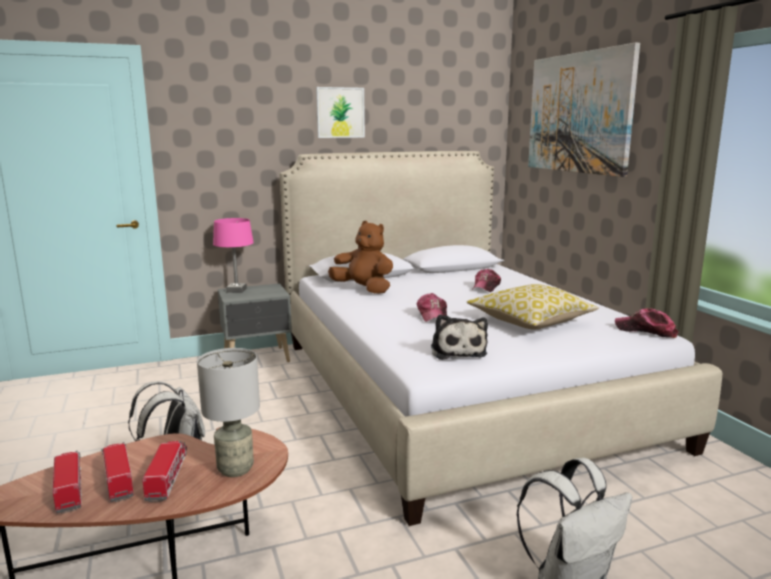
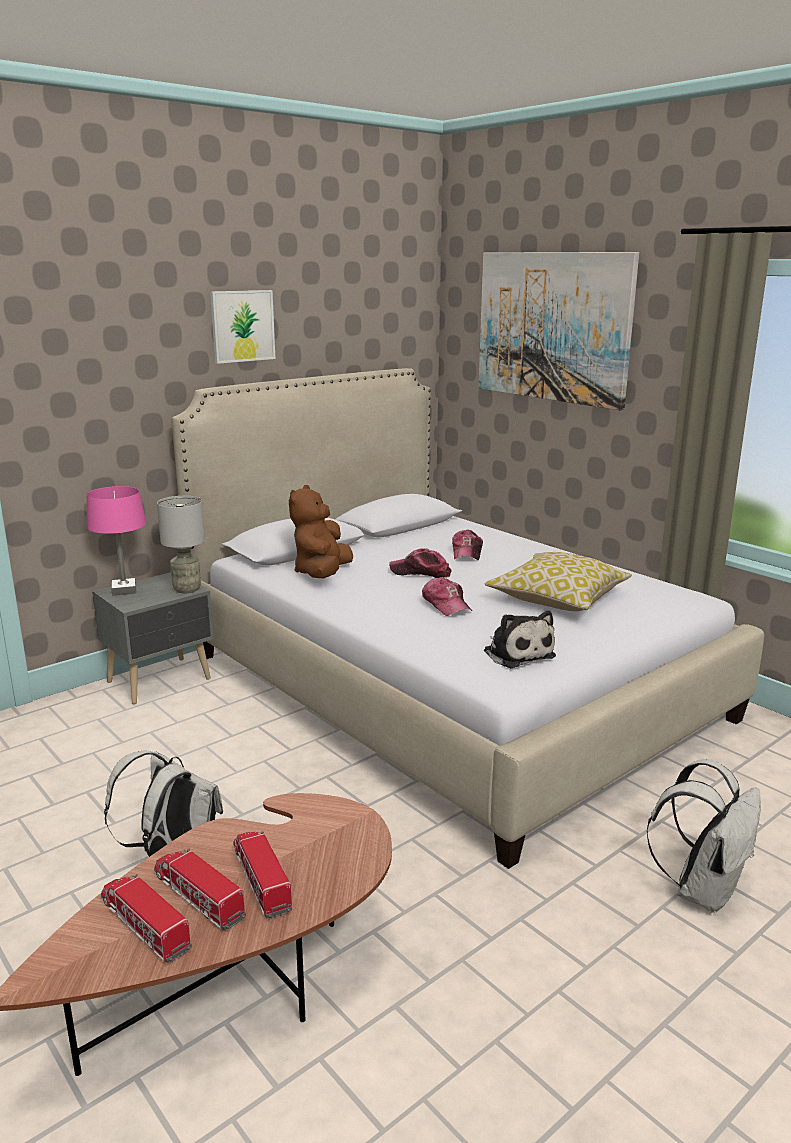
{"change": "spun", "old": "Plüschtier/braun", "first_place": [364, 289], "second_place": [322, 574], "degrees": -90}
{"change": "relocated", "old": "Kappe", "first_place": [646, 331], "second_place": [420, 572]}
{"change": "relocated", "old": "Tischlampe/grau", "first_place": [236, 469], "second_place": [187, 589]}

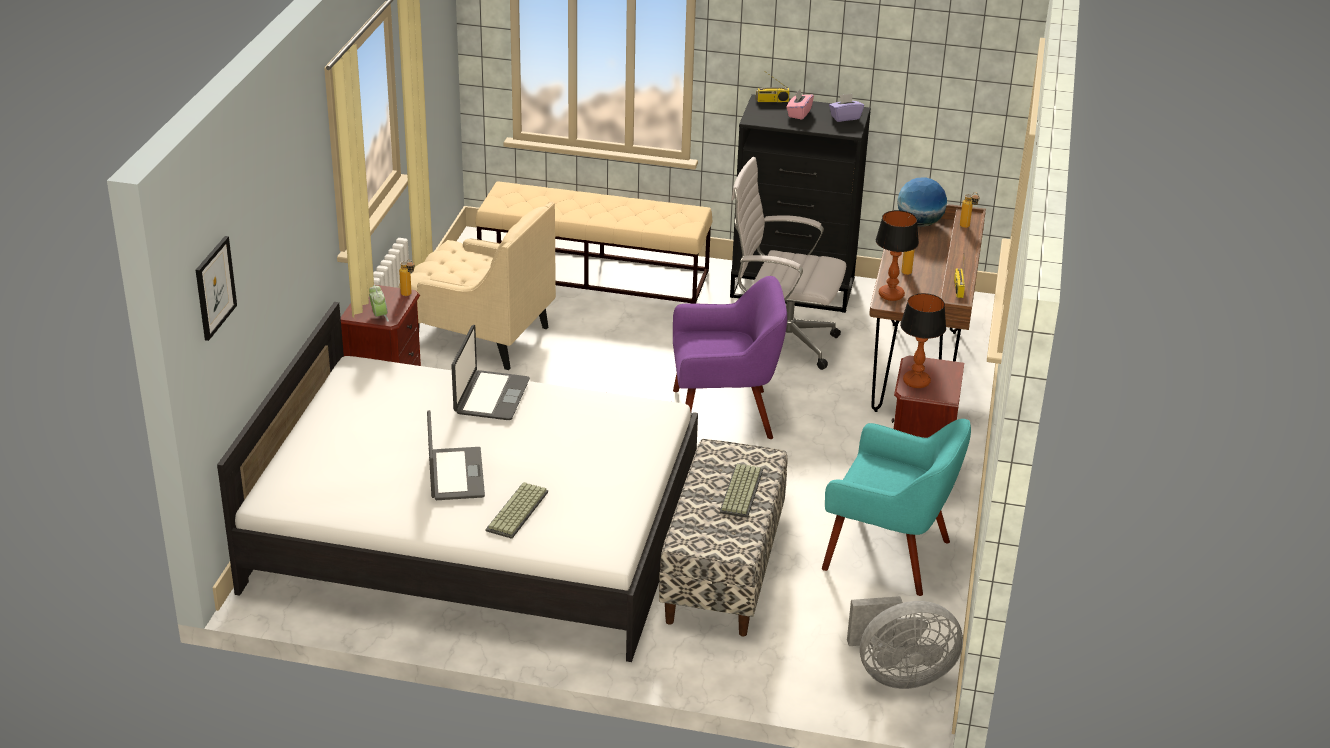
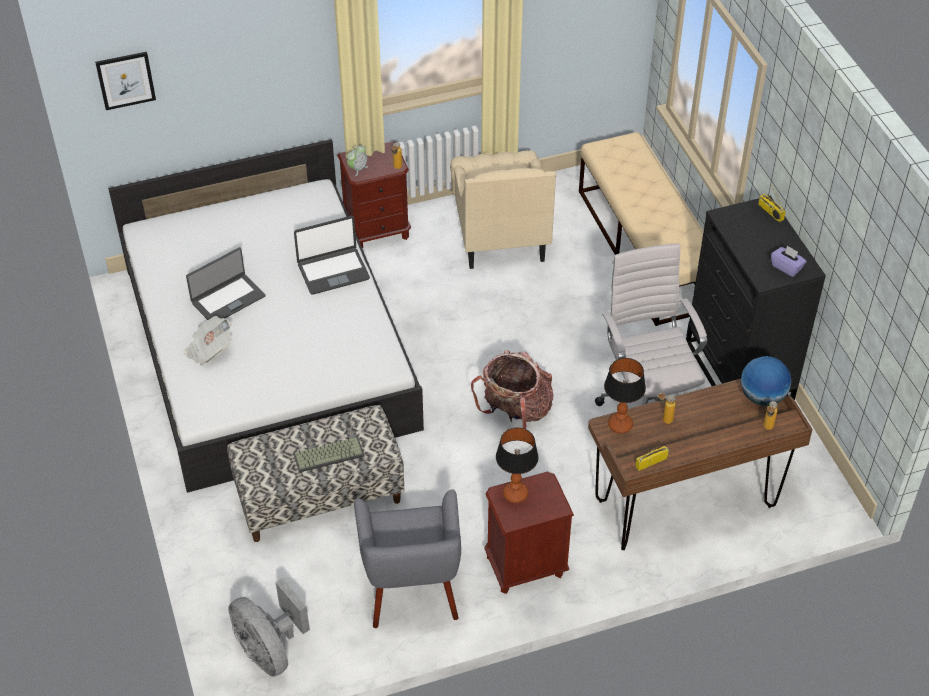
{"change": "missing", "old": "Taschentuchbox/rosa", "first_place": [799, 113]}
{"change": "exchanged", "old": "Sessel/lila", "new": "Rucksack", "first_place": [724, 414], "second_place": [515, 412]}
{"change": "colour", "old": "Sessel/türkis", "new": "Sessel/grau", "first_place": [889, 554], "second_place": [411, 587]}
{"change": "exchanged", "old": "Tastatur", "new": "Zeitung", "first_place": [518, 512], "second_place": [209, 349]}

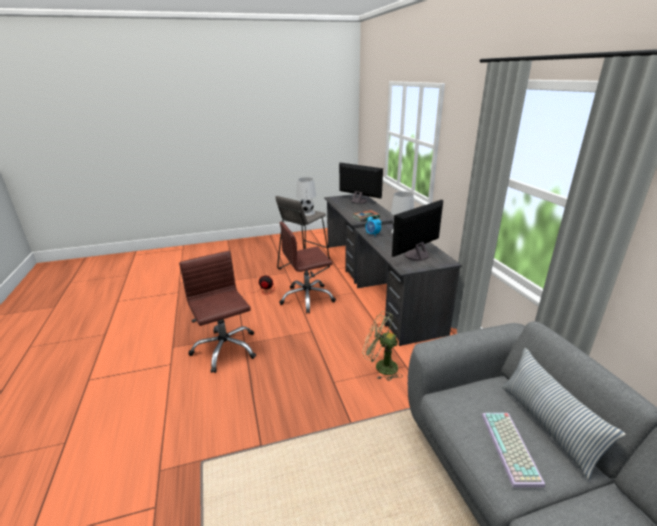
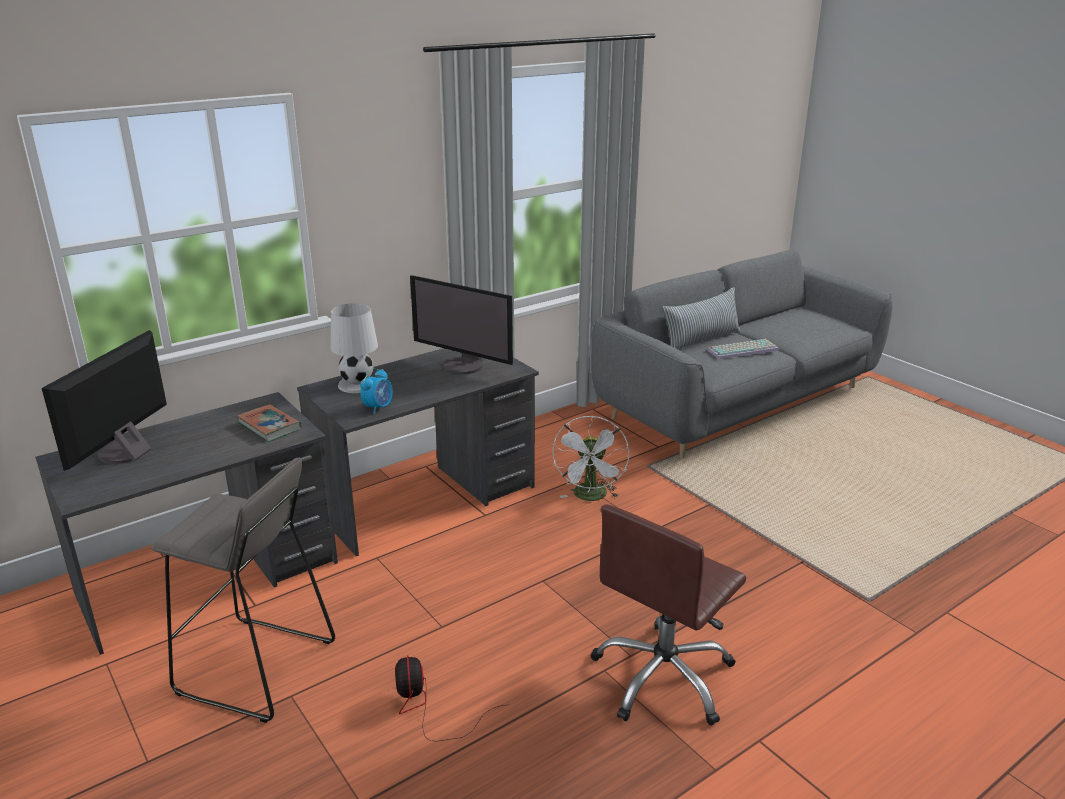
{"change": "missing", "old": "Tischlampe/weiß", "first_place": [307, 213]}
{"change": "missing", "old": "Bürostuhl/braun", "first_place": [307, 298]}
{"change": "colour", "old": "Ventilator/grün", "new": "Ventilator/weiß", "first_place": [381, 366], "second_place": [591, 497]}

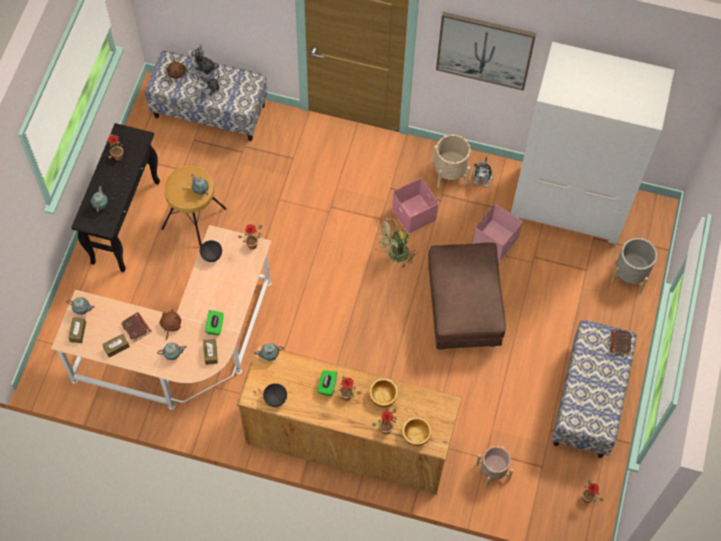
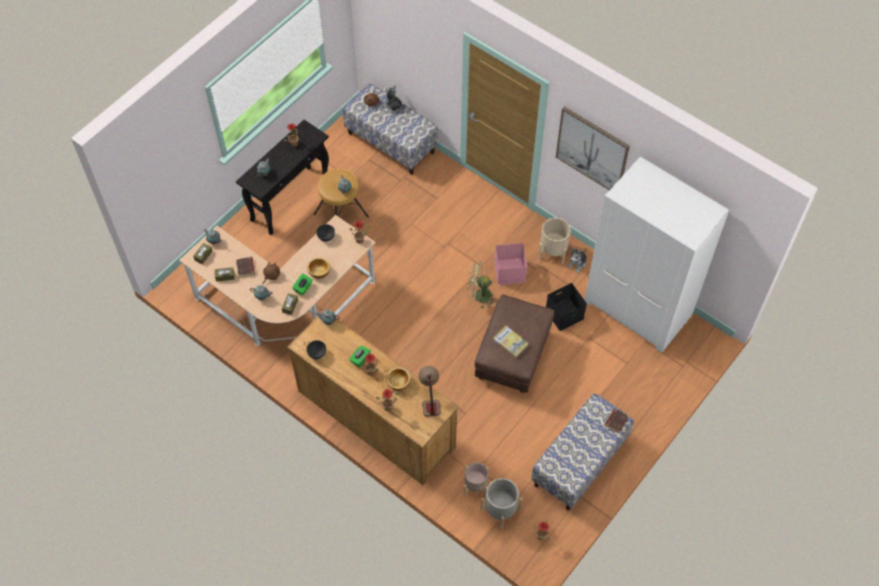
{"change": "missing", "old": "Plüschtier", "first_place": [209, 92]}
{"change": "colour", "old": "Aufbewahrungsbox/rosa", "new": "Aufbewahrungsbox/schwarz", "first_place": [495, 241], "second_place": [564, 315]}
{"change": "relocated", "old": "Pflanzkübel/grau", "first_place": [630, 274], "second_place": [500, 509]}
{"change": "relocated", "old": "Schüssel", "first_place": [415, 435], "second_place": [318, 272]}
{"change": "appeared", "new": "Buch", "second_place": [510, 342]}
{"change": "appeared", "new": "Tischlampe", "second_place": [430, 399]}

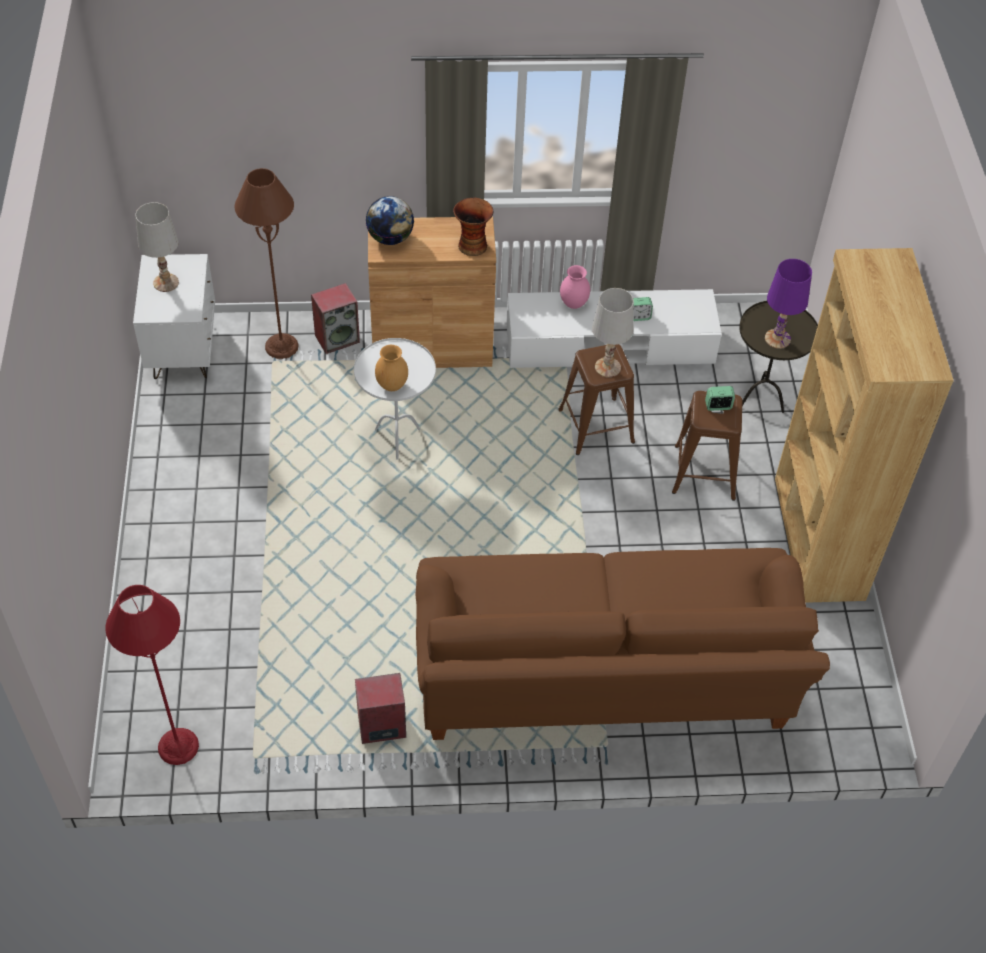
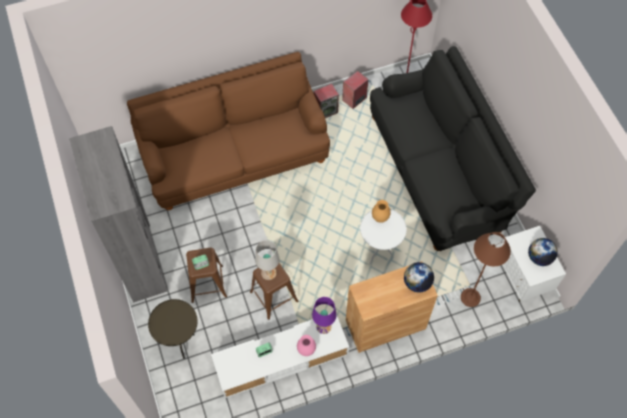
{"change": "missing", "old": "Vase", "first_place": [472, 245]}
{"change": "exchanged", "old": "Tischlampe/weiß", "new": "Globus", "first_place": [166, 283], "second_place": [539, 257]}
{"change": "colour", "old": "Bücherregal/braun", "new": "Bücherregal/grau", "first_place": [817, 538], "second_place": [141, 260]}
{"change": "relocated", "old": "Tischlampe/lila", "first_place": [778, 339], "second_place": [323, 326]}
{"change": "relocated", "old": "Lautsprecher", "first_place": [337, 338], "second_place": [354, 99]}
{"change": "appeared", "new": "Sofa/schwarz", "second_place": [439, 172]}

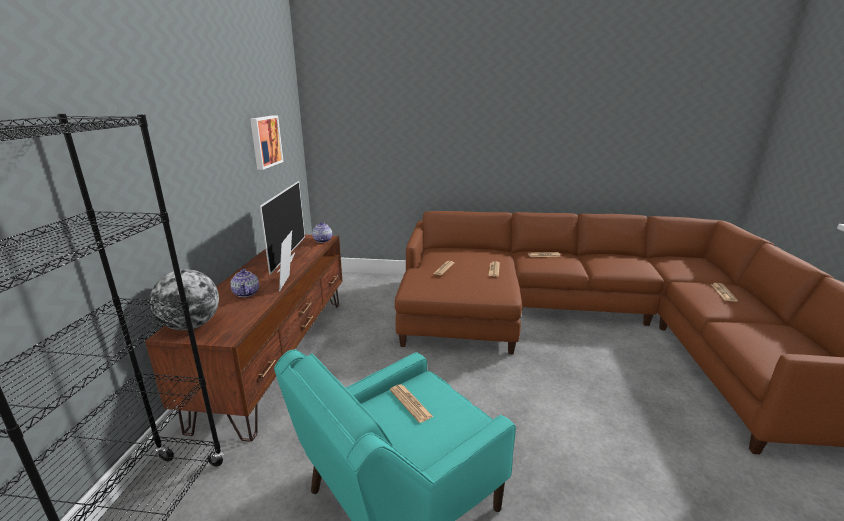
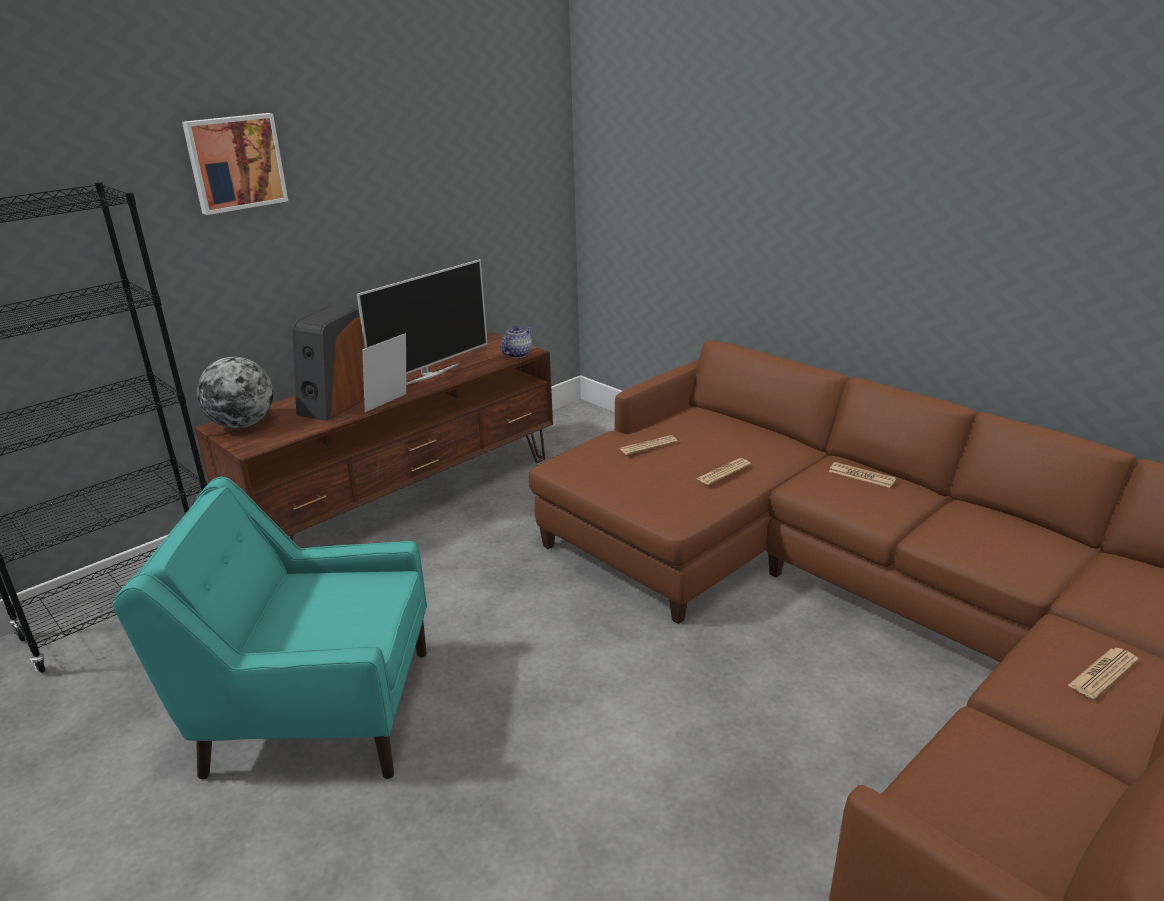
{"change": "relocated", "old": "Bild", "first_place": [265, 141], "second_place": [235, 162]}
{"change": "exchanged", "old": "Teekanne", "new": "Lautsprecher", "first_place": [246, 293], "second_place": [335, 403]}
{"change": "missing", "old": "Zeitung", "first_place": [410, 403]}

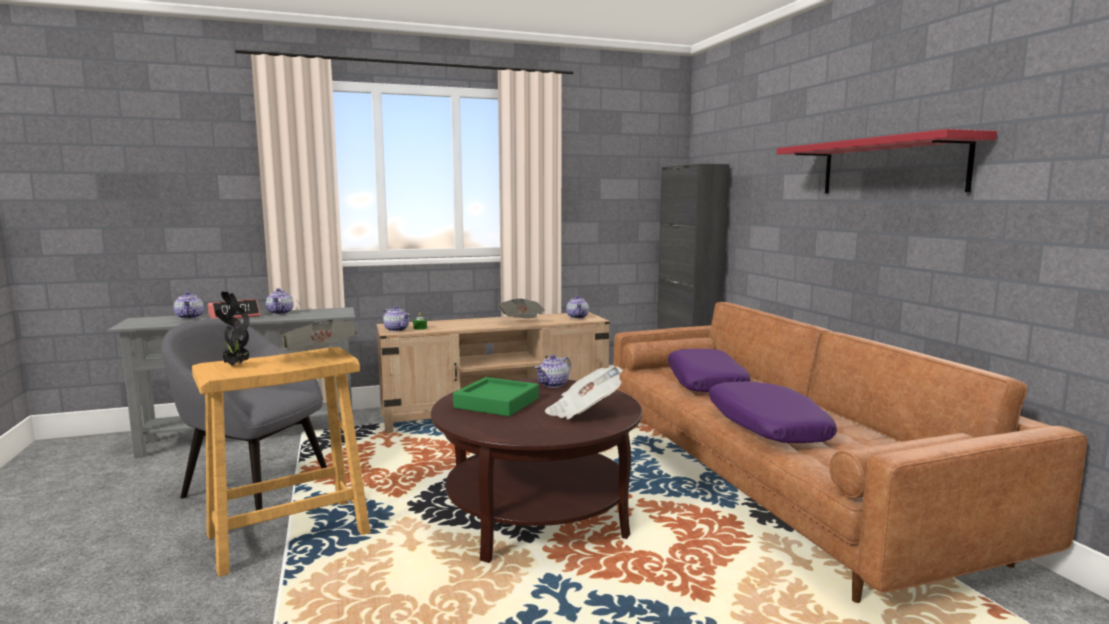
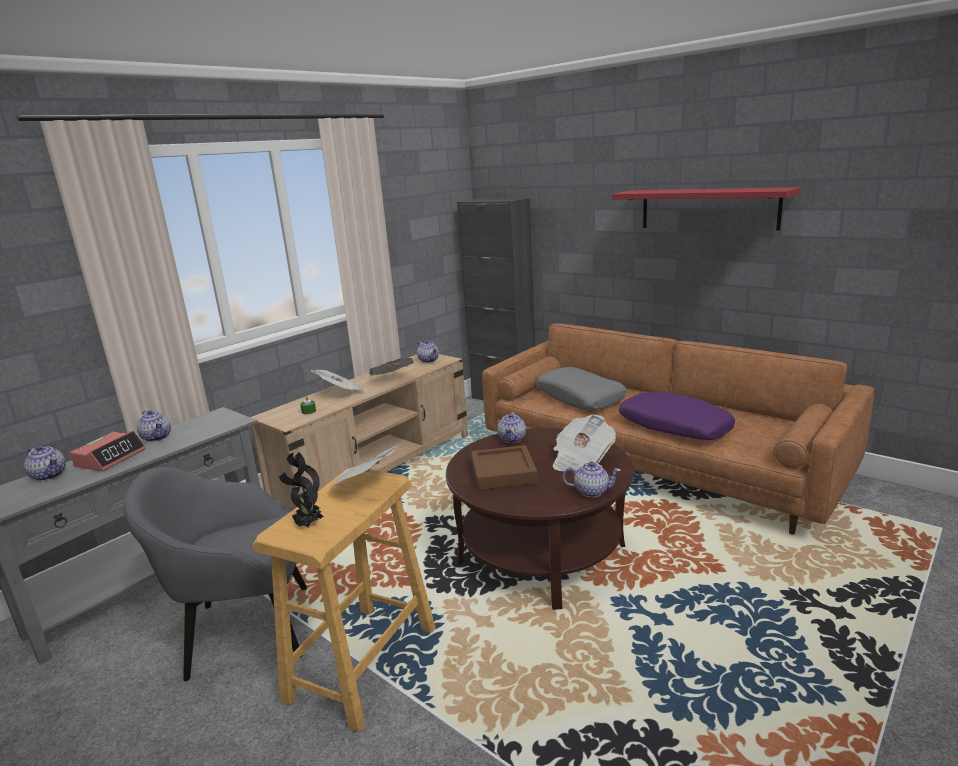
{"change": "relocated", "old": "Teekanne", "first_place": [397, 329], "second_place": [591, 491]}
{"change": "colour", "old": "Kissen/lila", "new": "Kissen/grau", "first_place": [706, 382], "second_place": [580, 397]}
{"change": "colour", "old": "Tablett/grün", "new": "Tablett/braun", "first_place": [497, 403], "second_place": [503, 473]}
{"change": "appeared", "new": "Zeitung", "second_place": [341, 393]}

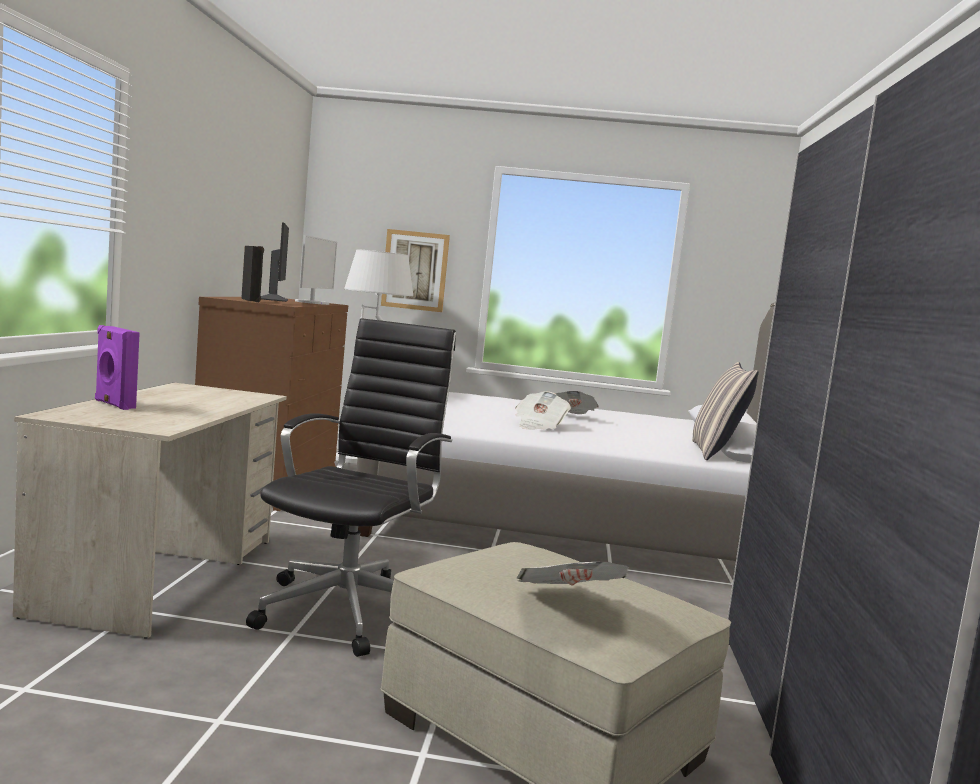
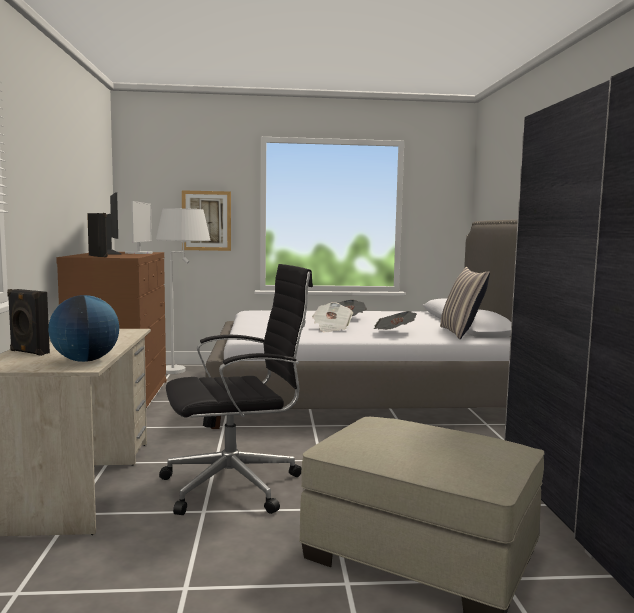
{"change": "spun", "old": "Bürostuhl/schwarz", "first_place": [350, 609], "second_place": [236, 485], "degrees": 60}
{"change": "colour", "old": "Lautsprecher/lila", "new": "Lautsprecher/schwarz", "first_place": [113, 404], "second_place": [28, 352]}
{"change": "relocated", "old": "Zeitung", "first_place": [567, 604], "second_place": [394, 333]}
{"change": "appeared", "new": "Globus", "second_place": [85, 360]}

